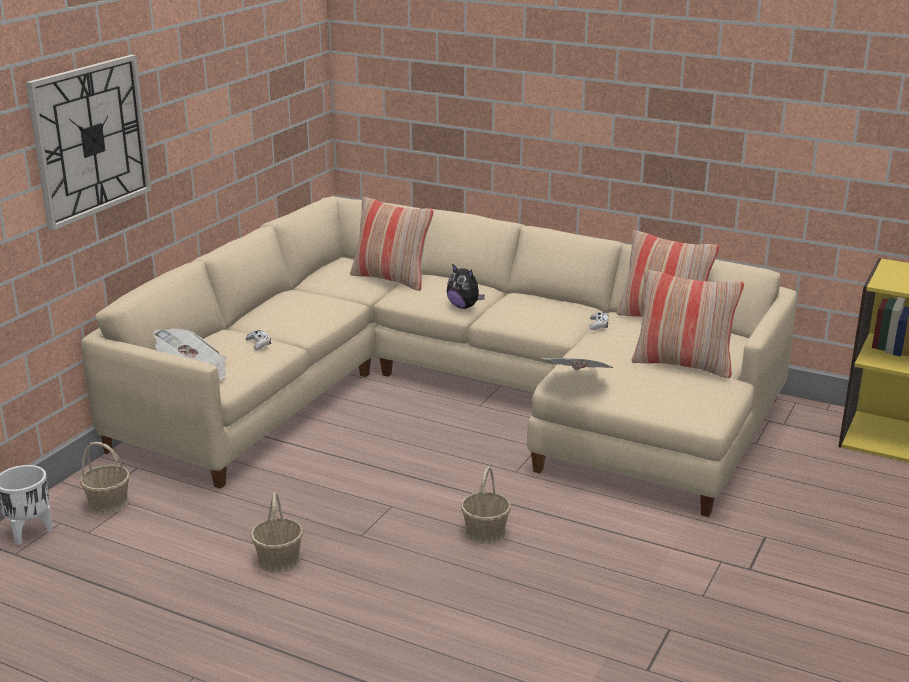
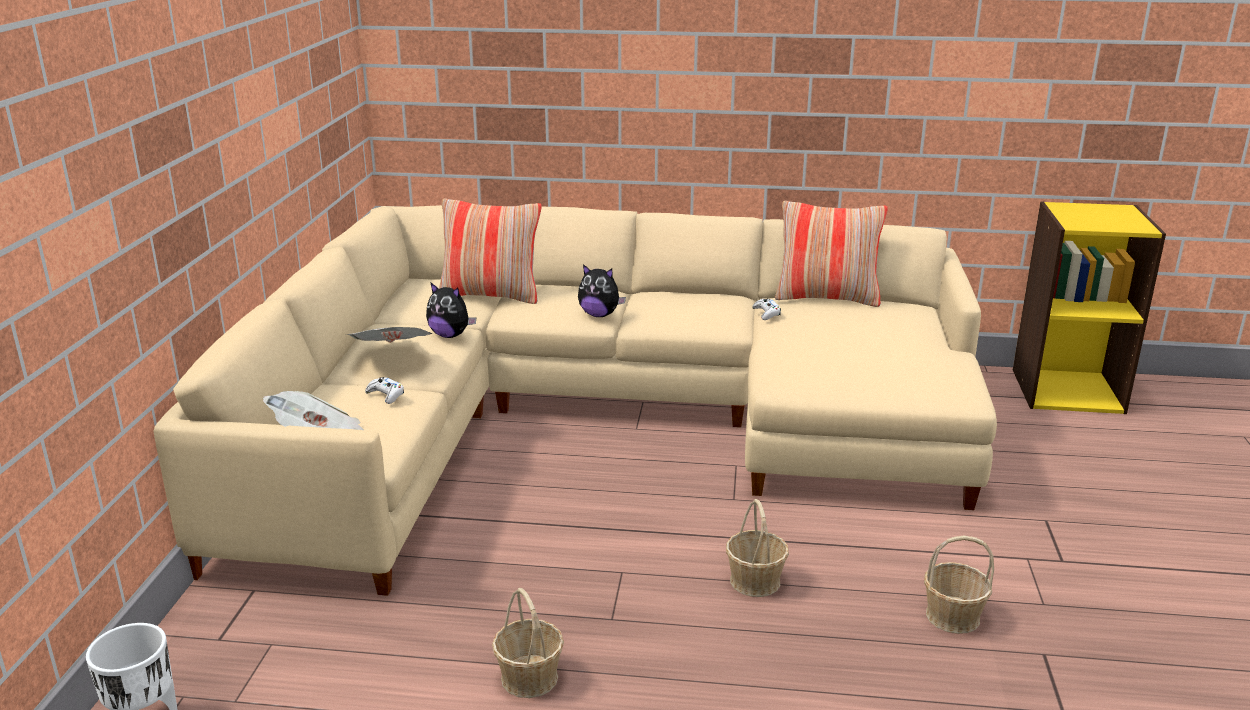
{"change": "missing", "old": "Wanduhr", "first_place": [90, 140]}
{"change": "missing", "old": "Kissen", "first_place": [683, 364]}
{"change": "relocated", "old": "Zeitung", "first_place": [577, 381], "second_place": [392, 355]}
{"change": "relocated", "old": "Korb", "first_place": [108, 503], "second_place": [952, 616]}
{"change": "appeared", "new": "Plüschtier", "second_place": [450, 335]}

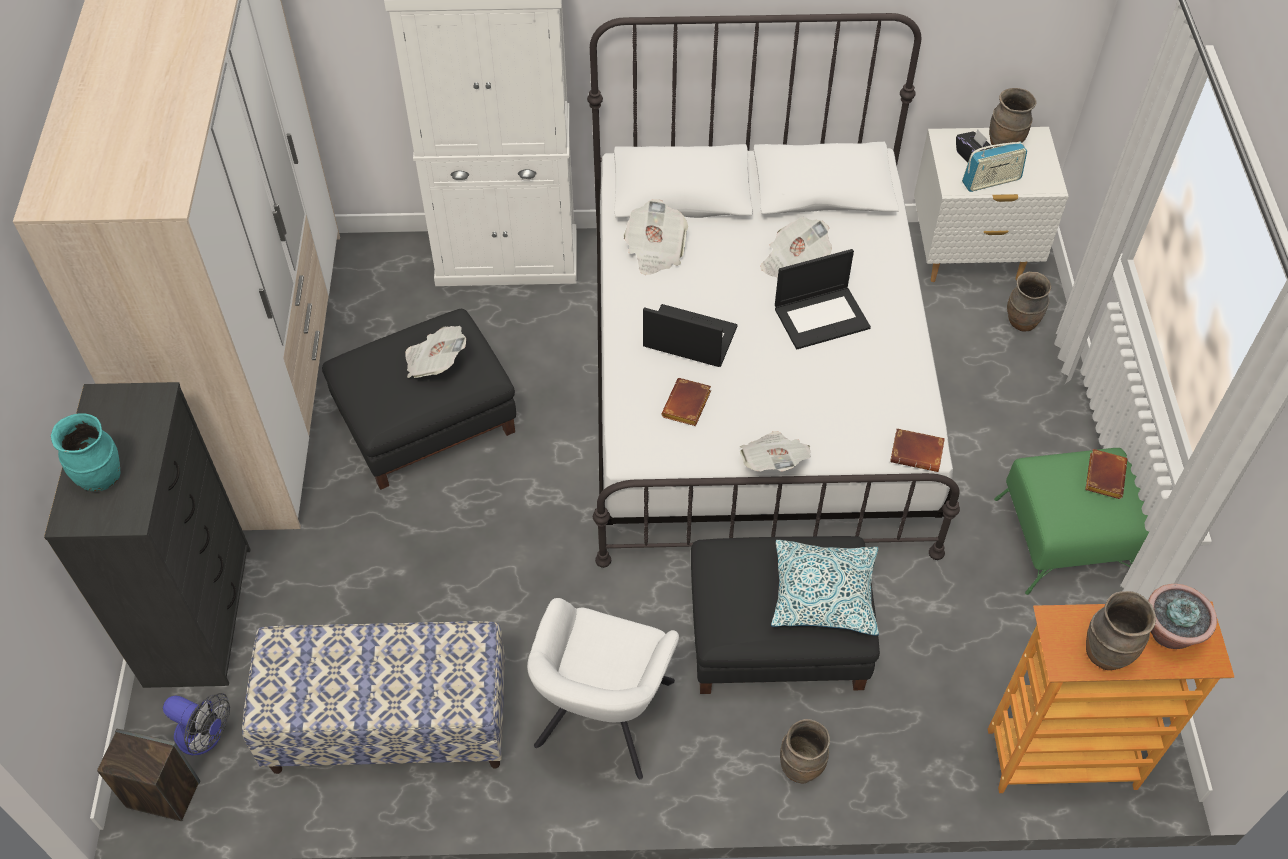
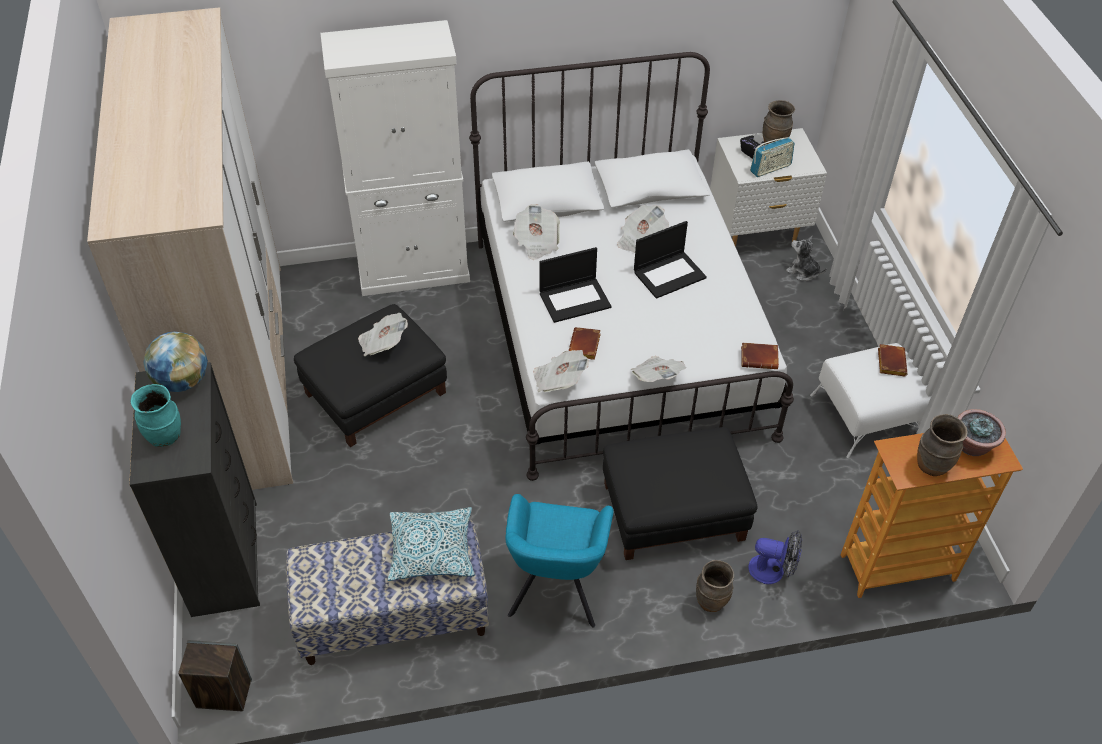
{"change": "exchanged", "old": "Vase/braun", "new": "Plüschtier", "first_place": [1022, 322], "second_place": [803, 272]}
{"change": "spun", "old": "Laptop", "first_place": [688, 337], "second_place": [575, 299], "degrees": 150}
{"change": "colour", "old": "Polsterhocker/grün", "new": "Polsterhocker/weiß", "first_place": [1063, 538], "second_place": [865, 416]}
{"change": "relocated", "old": "Kissen", "first_place": [824, 594], "second_place": [432, 550]}
{"change": "colour", "old": "Sessel/weiß", "new": "Sessel/türkis", "first_place": [603, 718], "second_place": [556, 588]}
{"change": "relocated", "old": "Ventilator", "first_place": [205, 737], "second_place": [773, 571]}
{"change": "appeared", "new": "Globus", "second_place": [182, 381]}
{"change": "appeared", "new": "Zeitung", "second_place": [559, 380]}

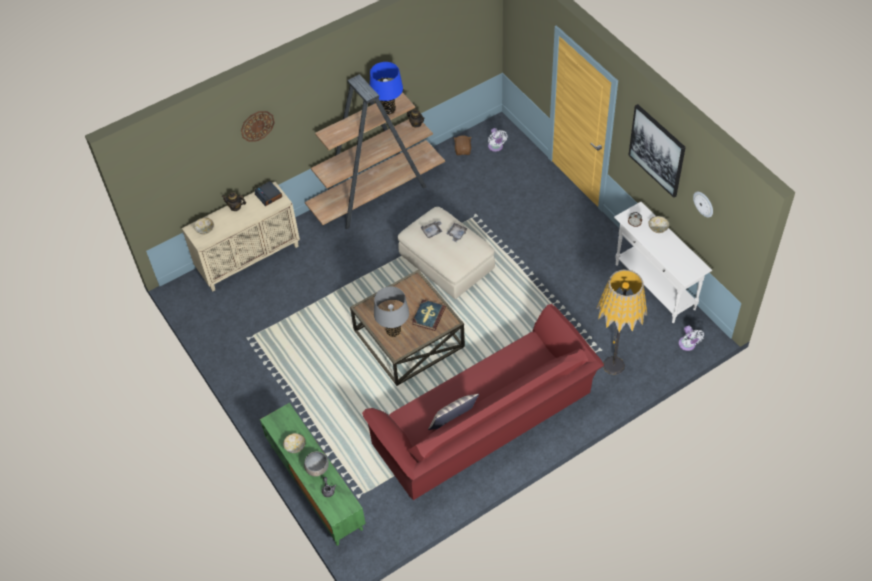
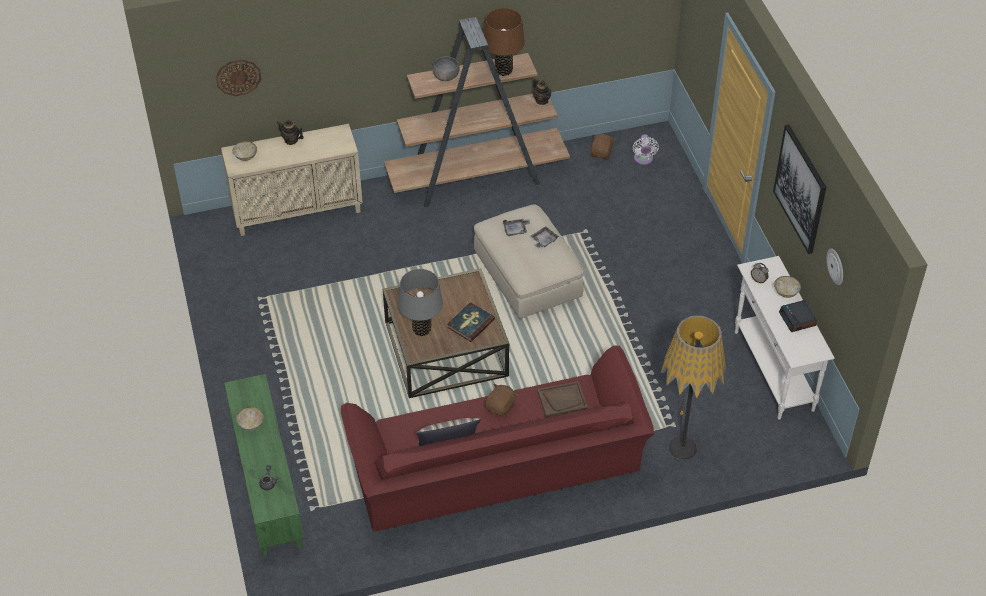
{"change": "colour", "old": "Tischlampe/blau", "new": "Tischlampe/braun", "first_place": [388, 110], "second_place": [503, 70]}
{"change": "relocated", "old": "Wanduhr", "first_place": [257, 125], "second_place": [238, 77]}
{"change": "relocated", "old": "Wecker", "first_place": [269, 196], "second_place": [798, 319]}
{"change": "missing", "old": "Ventilator/weiß", "first_place": [687, 345]}
{"change": "relocated", "old": "Schüssel/grau", "first_place": [317, 468], "second_place": [446, 76]}
{"change": "appeared", "new": "Tablett/braun", "second_place": [562, 400]}
{"change": "appeared", "new": "Plüschtier/braun", "second_place": [501, 407]}

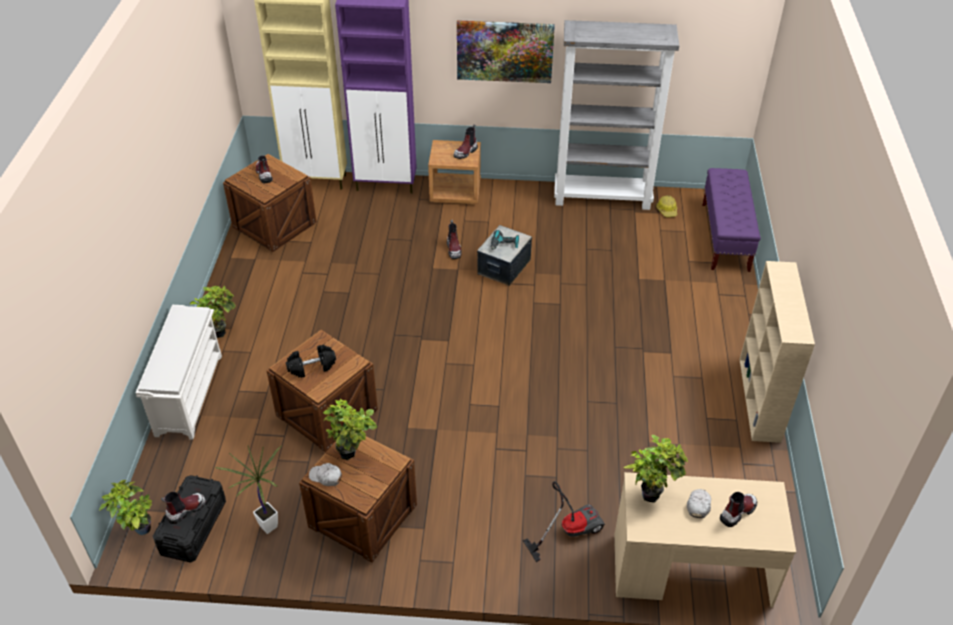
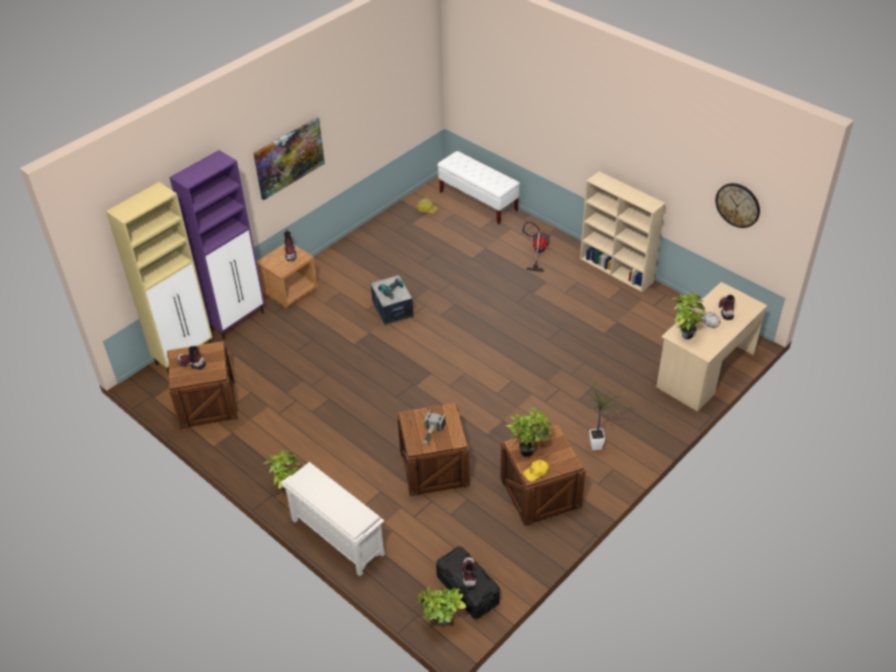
{"change": "missing", "old": "Bücherregal/grau", "first_place": [603, 197]}
{"change": "colour", "old": "Bank/lila", "new": "Bank/weiß", "first_place": [725, 237], "second_place": [478, 201]}
{"change": "missing", "old": "Stiefel", "first_place": [454, 249]}
{"change": "exchanged", "old": "Hantel/schwarz", "new": "Hammer", "first_place": [312, 367], "second_place": [431, 433]}
{"change": "relocated", "old": "Topfpflanze", "first_place": [269, 530], "second_place": [598, 447]}
{"change": "colour", "old": "Kappe/weiß", "new": "Kappe/gelb", "first_place": [326, 477], "second_place": [536, 472]}
{"change": "relocated", "old": "Staubsauger", "first_place": [569, 530], "second_place": [537, 251]}
{"change": "appeared", "new": "Wanduhr", "second_place": [738, 205]}

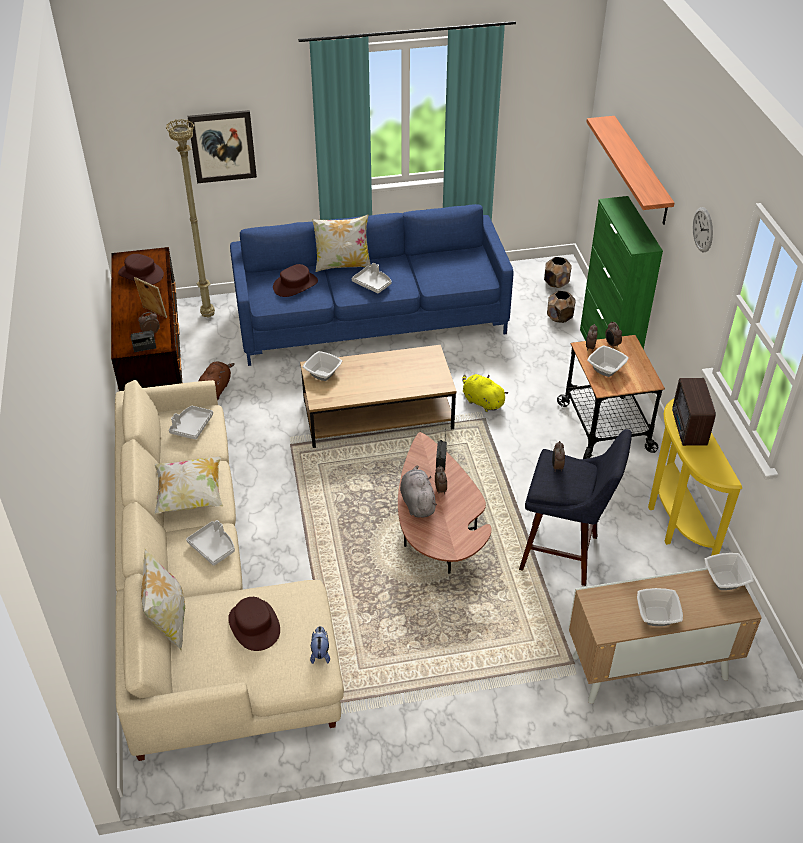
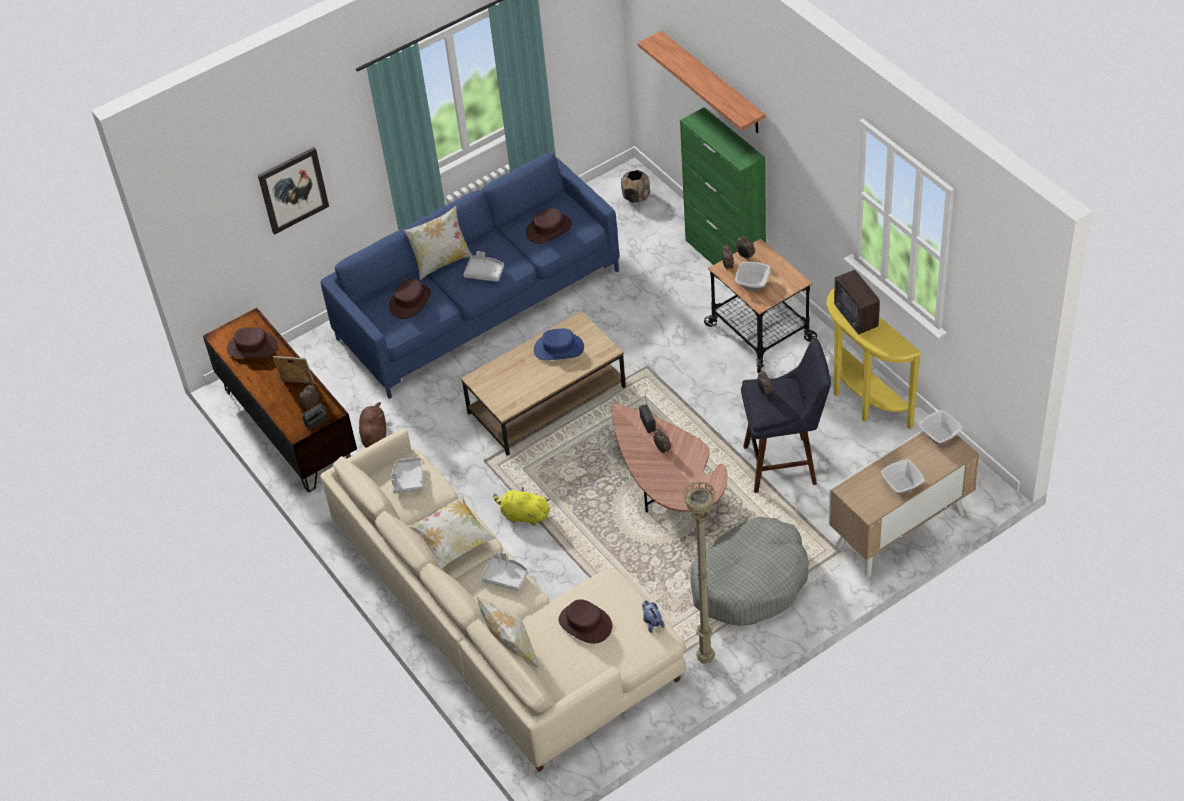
{"change": "relocated", "old": "Stehlampe/beige", "first_place": [209, 315], "second_place": [707, 659]}
{"change": "missing", "old": "Wanduhr", "first_place": [703, 229]}
{"change": "missing", "old": "Pflanzkübel/braun", "first_place": [559, 318]}
{"change": "missing", "old": "Schüssel", "first_place": [323, 373]}
{"change": "relocated", "old": "Plüschtier/gelb", "first_place": [481, 401], "second_place": [523, 515]}
{"change": "missing", "old": "Plüschtier/grau", "first_place": [417, 502]}
{"change": "appeared", "new": "Hut/braun", "second_place": [549, 229]}
{"change": "appeared", "new": "Hut/blau", "second_place": [559, 348]}
{"change": "appeared", "new": "Hundebett/grau", "second_place": [750, 581]}

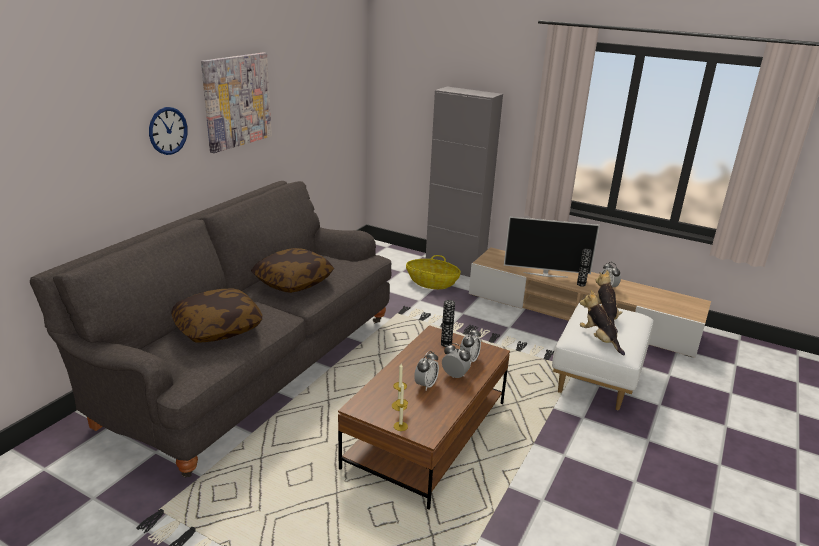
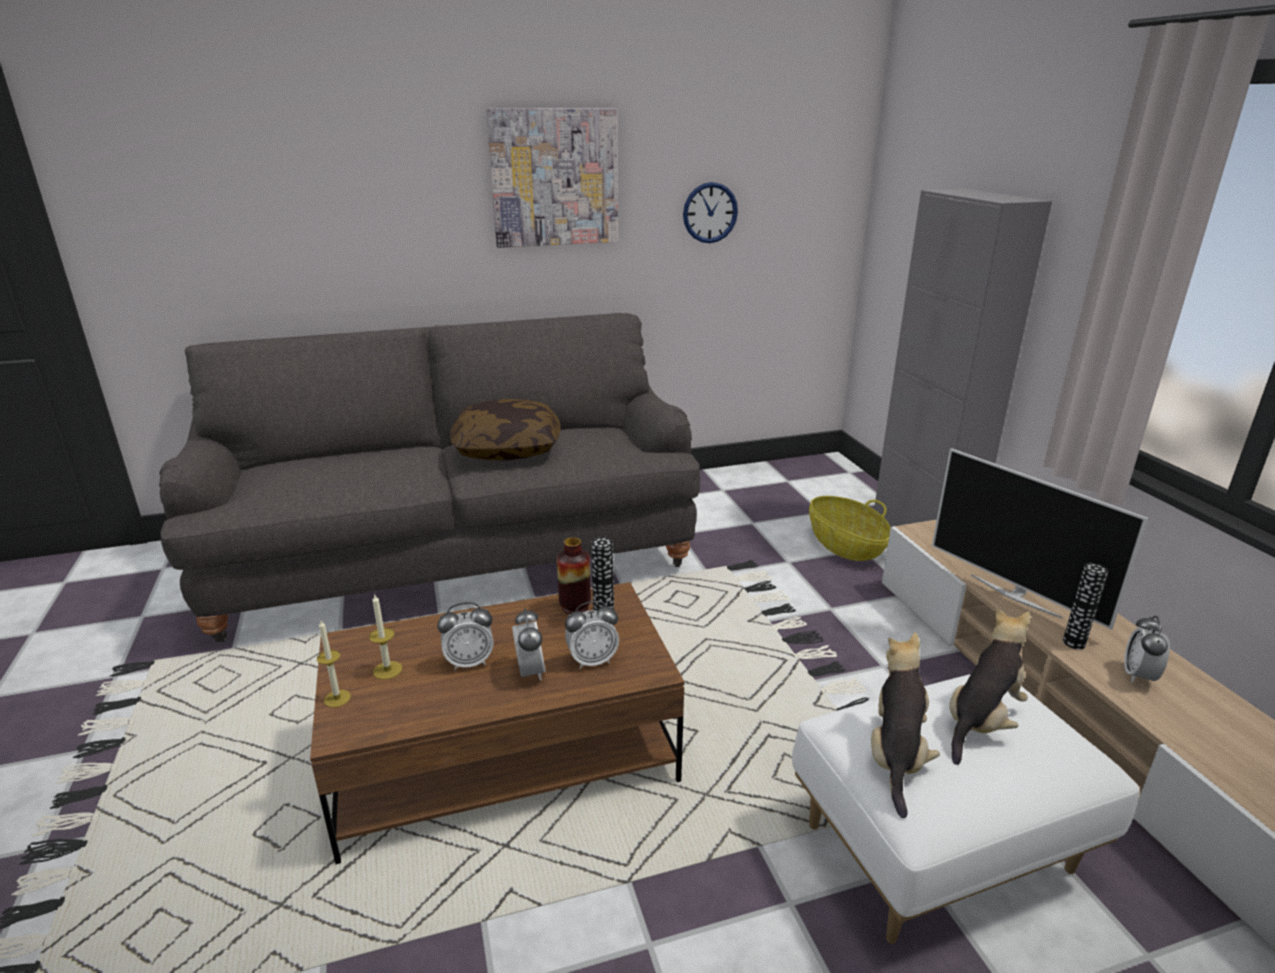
{"change": "relocated", "old": "Wanduhr", "first_place": [168, 131], "second_place": [710, 213]}
{"change": "missing", "old": "Kissen", "first_place": [218, 328]}
{"change": "appeared", "new": "Vase", "second_place": [575, 607]}

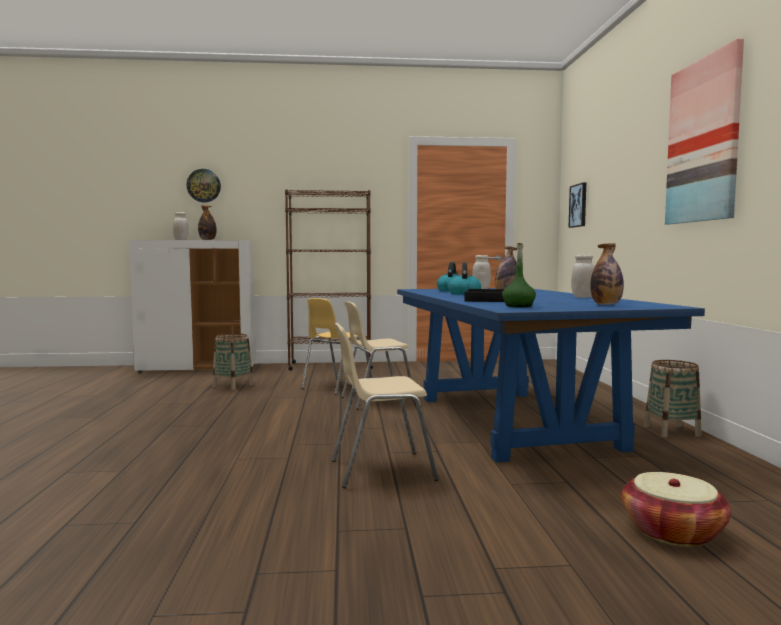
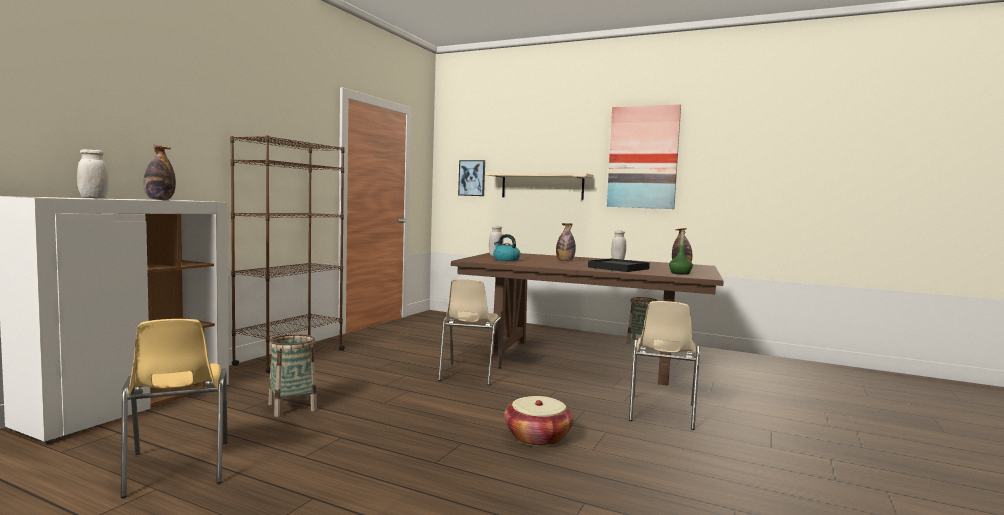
{"change": "missing", "old": "Wanduhr", "first_place": [204, 185]}
{"change": "missing", "old": "Wasserkessel", "first_place": [464, 294]}
{"change": "colour", "old": "Esstisch/blau", "new": "Esstisch/braun", "first_place": [513, 422], "second_place": [585, 360]}
{"change": "relocated", "old": "Stuhl/gelb", "first_place": [336, 387], "second_place": [177, 468]}
{"change": "relocated", "old": "Korb", "first_place": [672, 531], "second_place": [537, 437]}
{"change": "appeared", "new": "Wandregal/beige", "second_place": [542, 186]}

